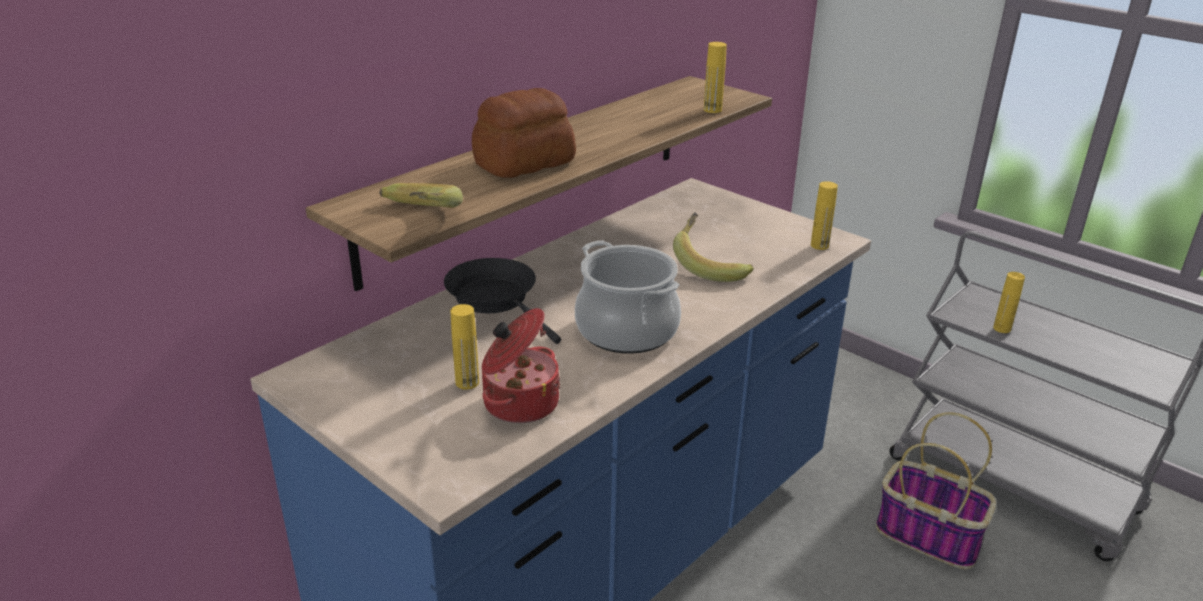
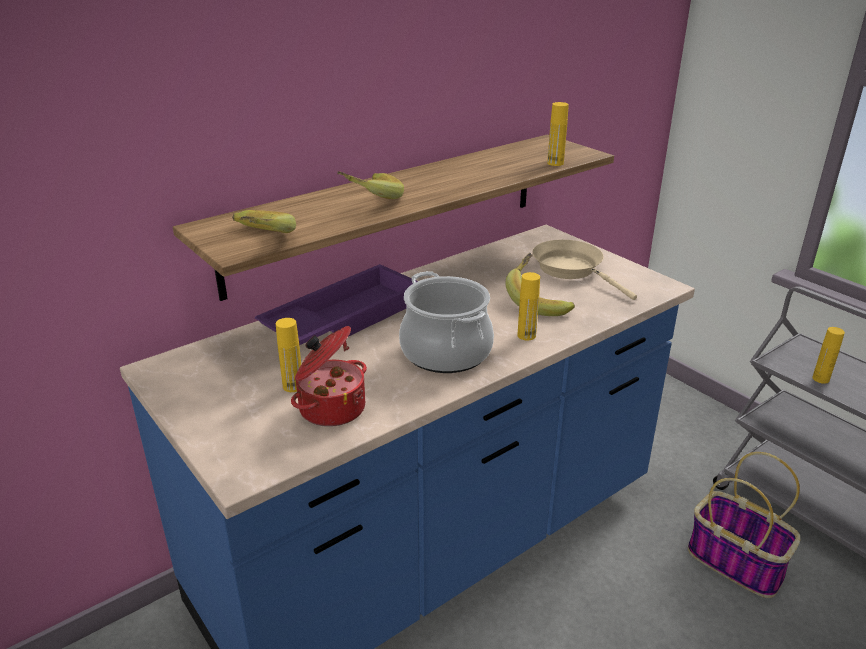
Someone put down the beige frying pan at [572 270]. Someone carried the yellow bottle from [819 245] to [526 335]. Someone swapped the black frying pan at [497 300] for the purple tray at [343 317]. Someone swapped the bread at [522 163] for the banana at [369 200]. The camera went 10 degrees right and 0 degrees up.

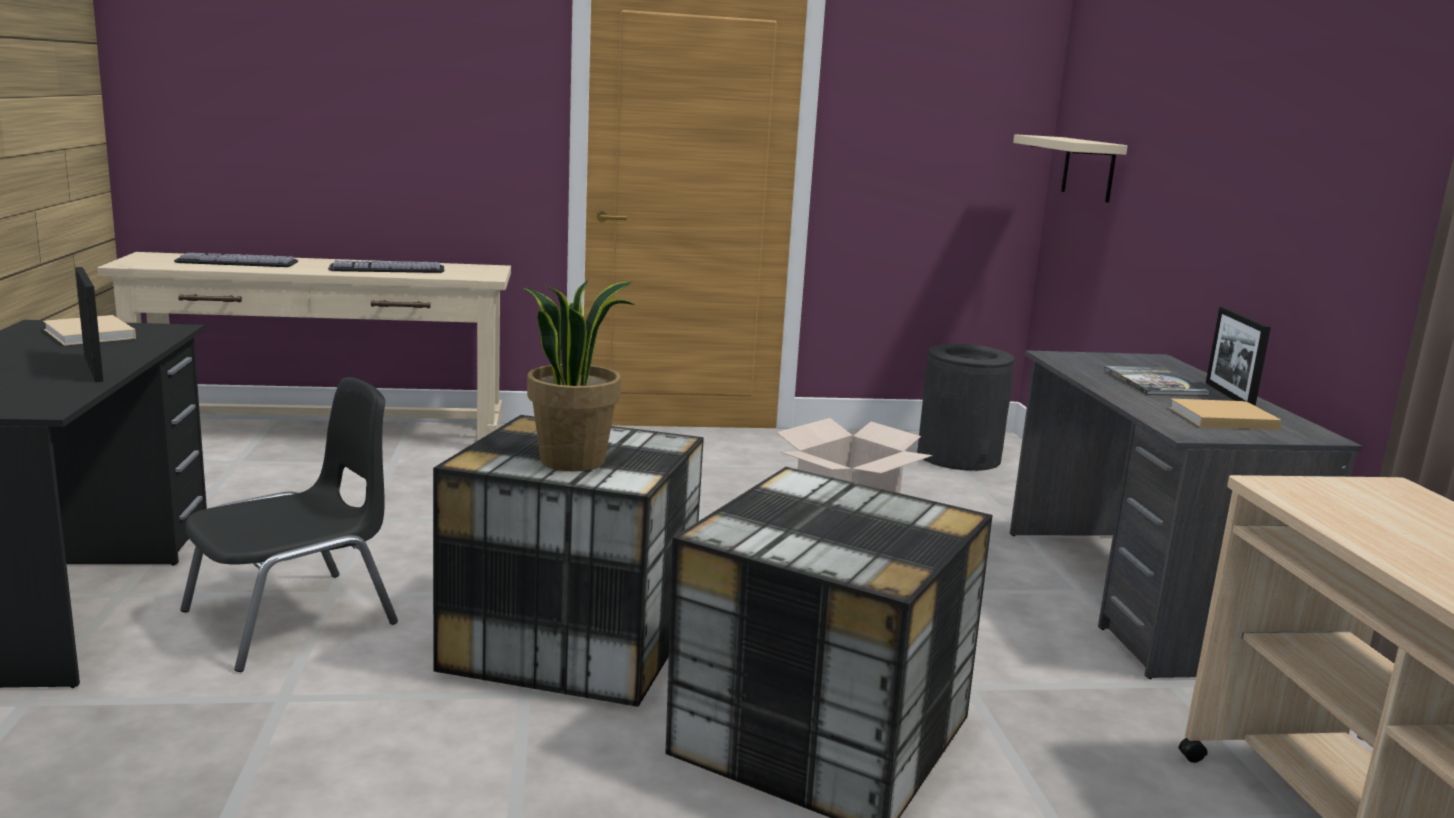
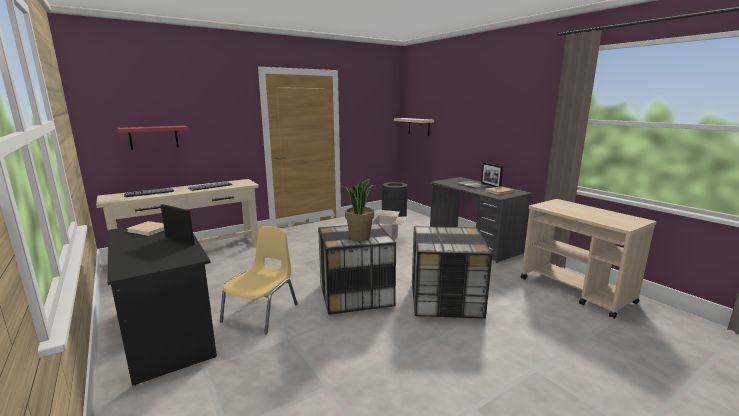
Someone put up the red shelf at [154 137]. Someone repainted the black chair at [294 618], which became the yellow chair at [262 313]. The camera went 25 degrees left and 0 degrees up.

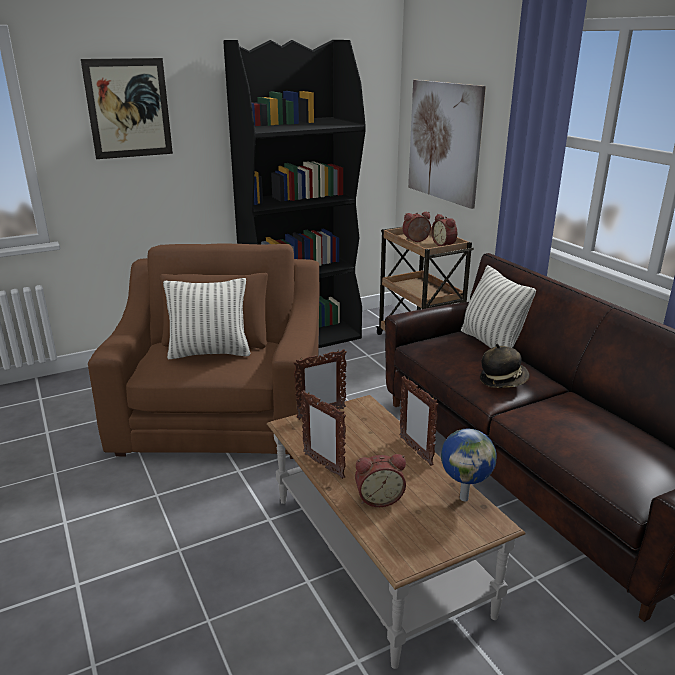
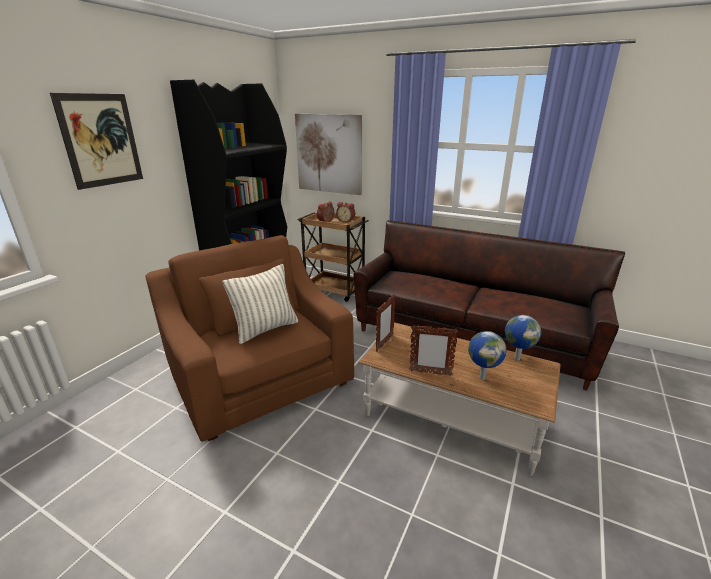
Someone took away the picture frame at [415 451]. Someone took away the pillow at [491 344]. Someone took away the hat at [503 380]. Someone swapped the alarm clock at [378 498] for the globe at [482 377]. The camera went 35 degrees left and 0 degrees up.

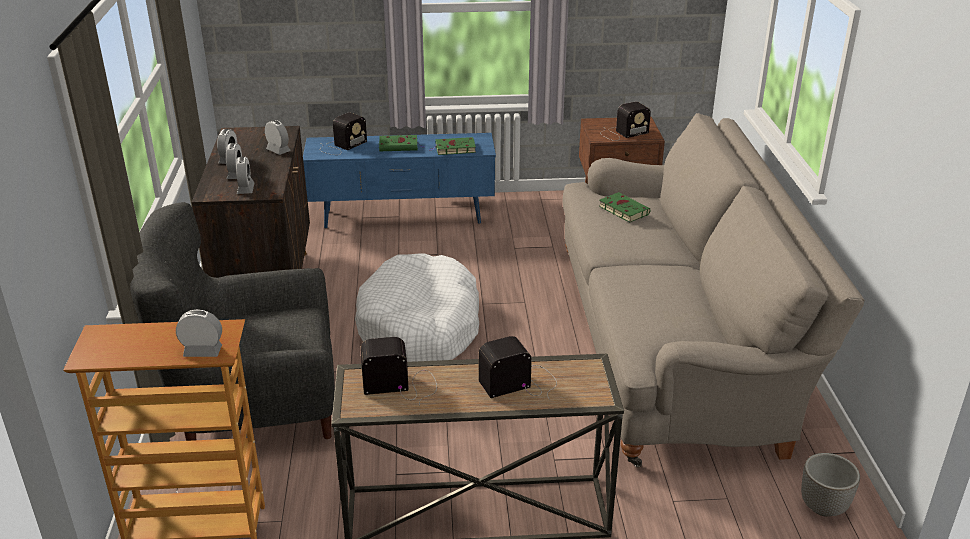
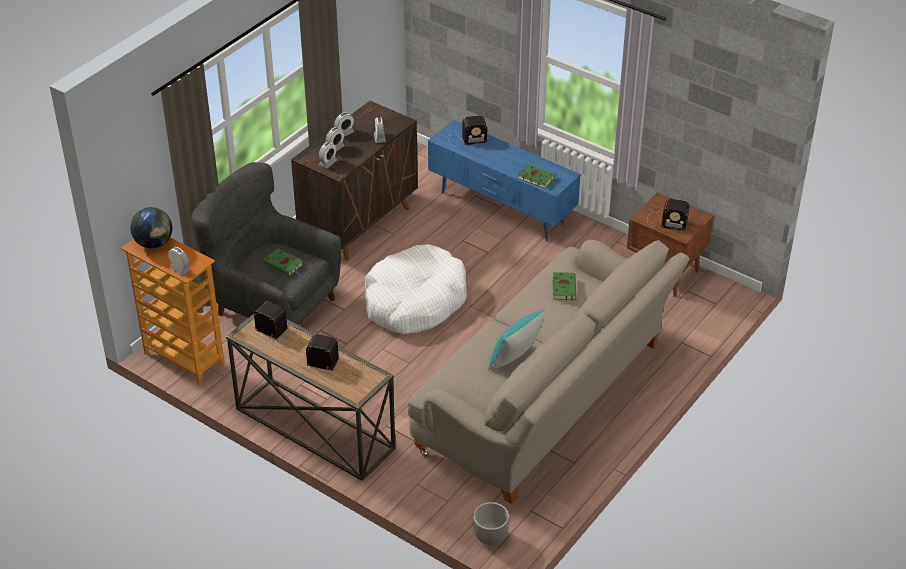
Someone put down the globe at [154 243]. Someone put down the turquoise pillow at [515 360]. Someone carried the green book from [399 146] to [284 264]. The camera went 40 degrees right and 10 degrees up.

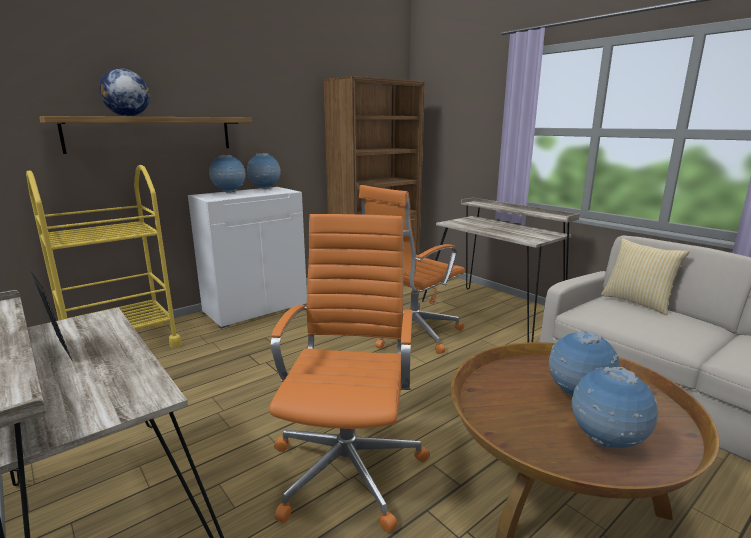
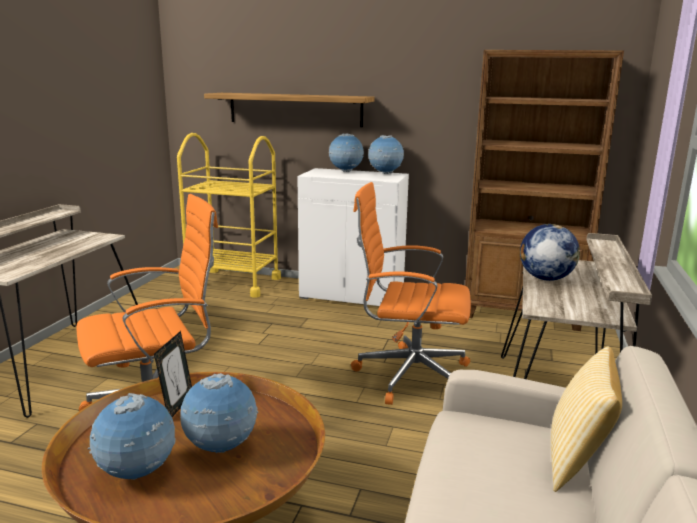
Someone carried the picture frame from [60 352] to [177 406]. Someone carried the globe from [128 116] to [545 278]. The camera went 55 degrees right and 0 degrees up.

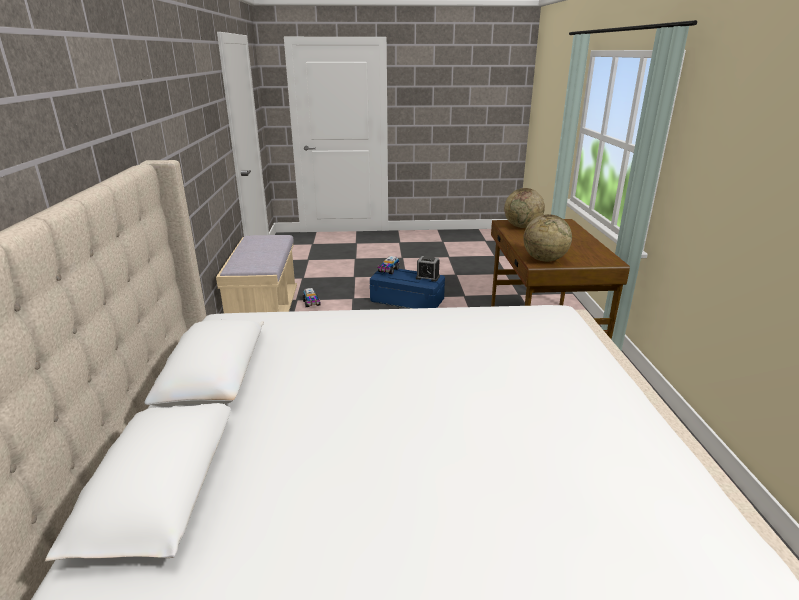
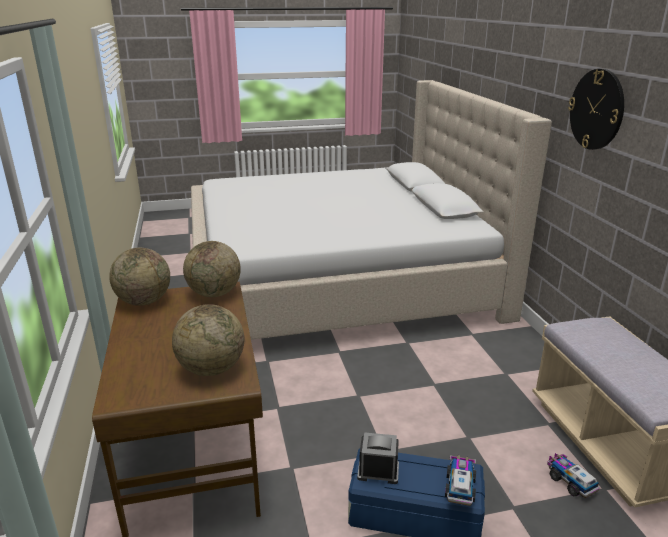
Someone put down the globe at [144 301]. Someone put up the wall clock at [596 109]. The camera went 170 degrees right and 0 degrees up.

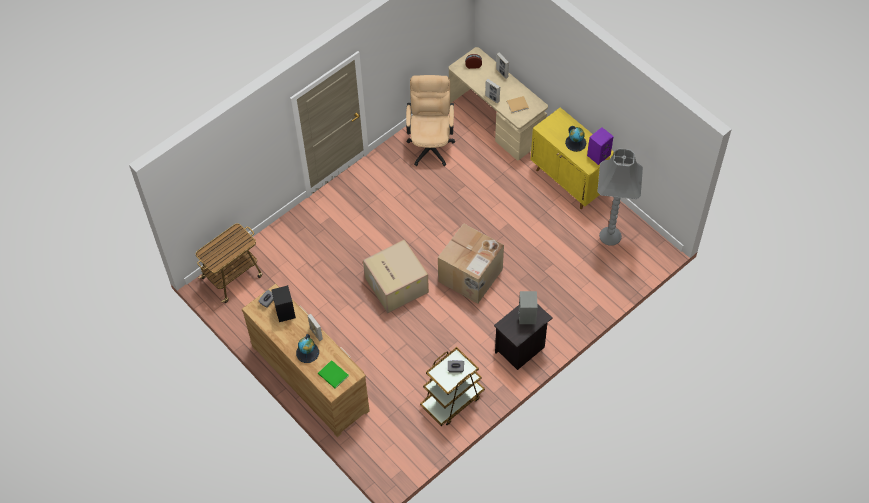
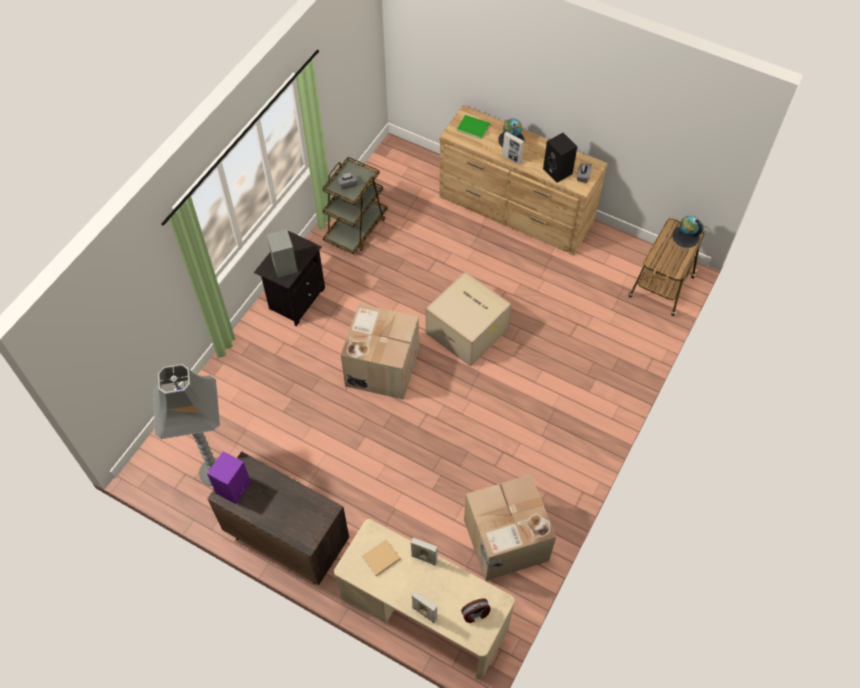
Someone carried the globe from [575 143] to [685 236]. Someone swapped the beige office chair at [431 143] for the cardboard box at [505 541]. Someone repainted the yellow cabinet at [570 181], which became the brown cabinet at [287 540]. The camera went 160 degrees right and 0 degrees up.

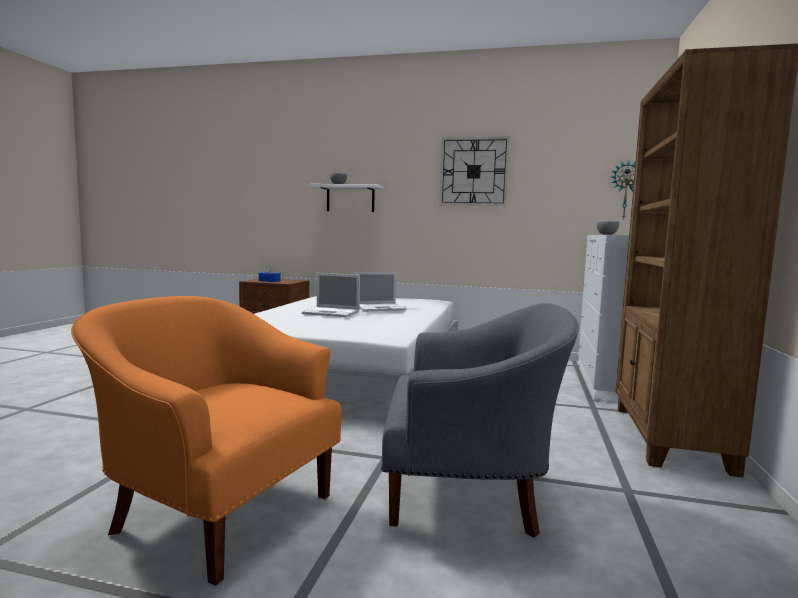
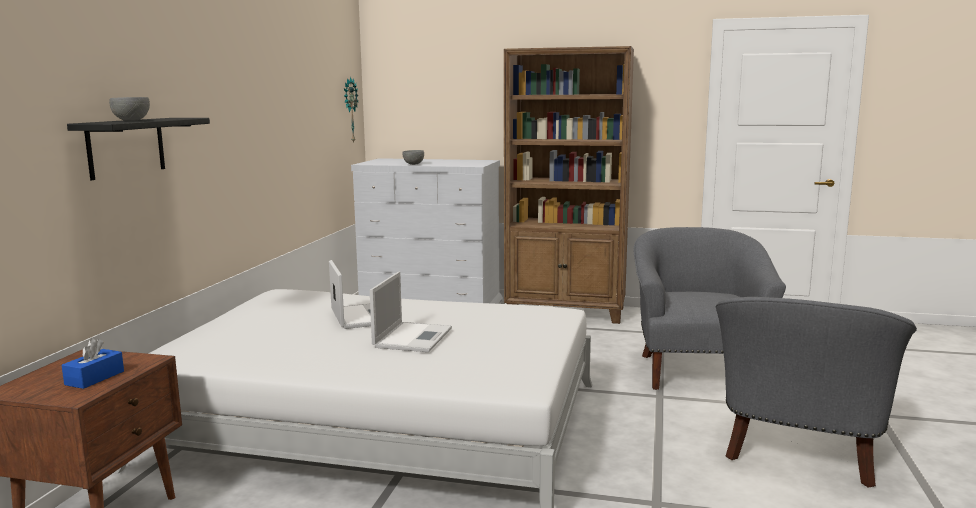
Someone took away the wall clock at [473 171]. Someone repainted the orange armchair at [219 511], which became the grey armchair at [799 450]. Someone repainted the white shelf at [350 198], which became the black shelf at [126 147]. The camera went 90 degrees left and 5 degrees up.

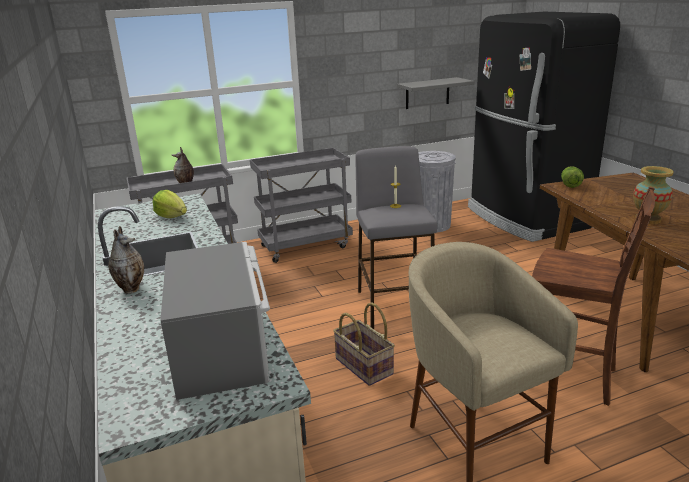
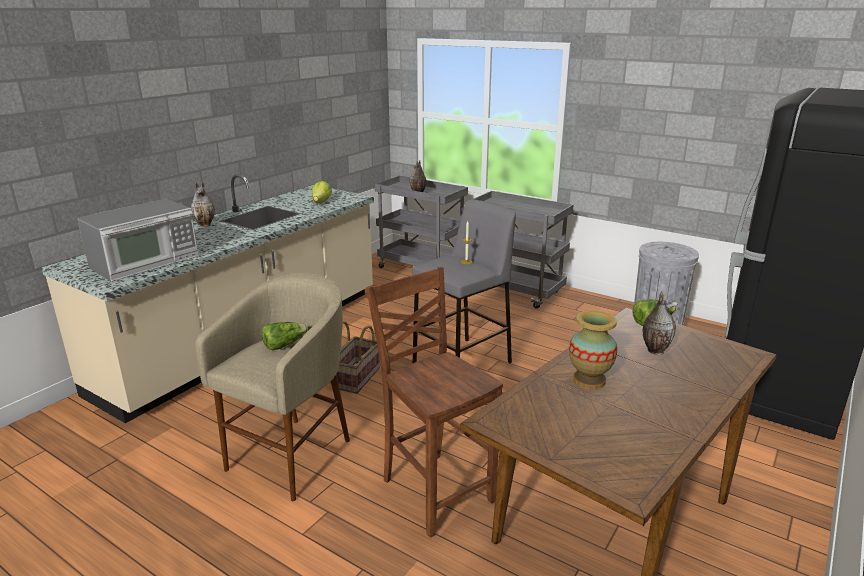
Someone took away the grey shelf at [427 93]. Someone put down the lettuce at [284 345]. Someone put down the vase at [654 350]. Someone rotated the brown chair at [570 377] by 150 degrees clockwise. The camera went 55 degrees right and 0 degrees up.

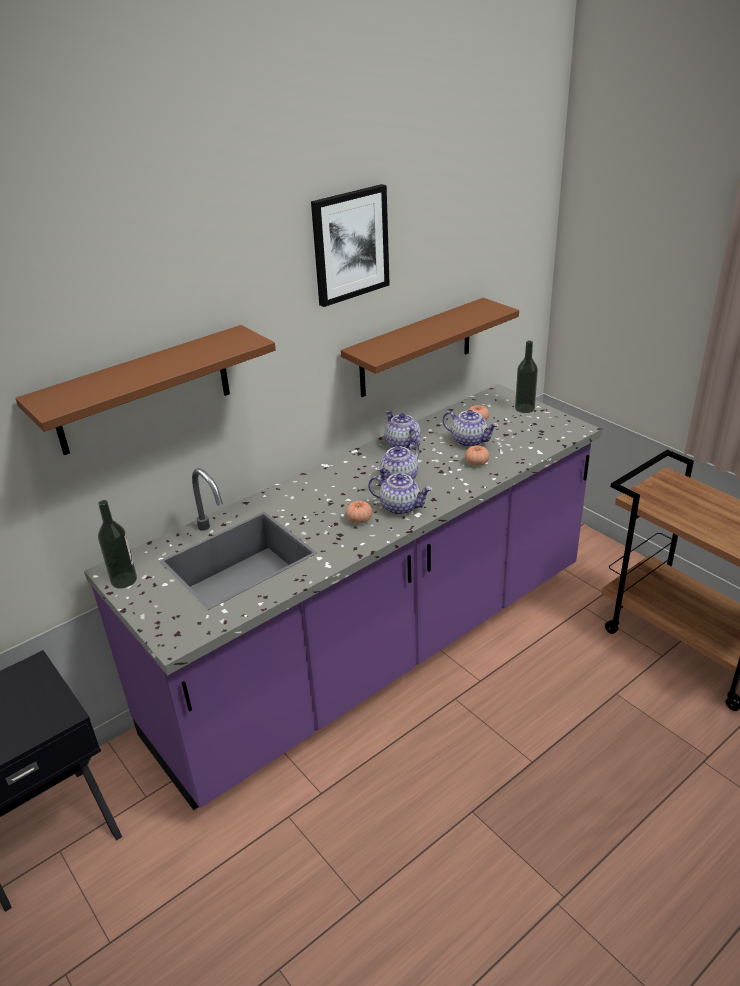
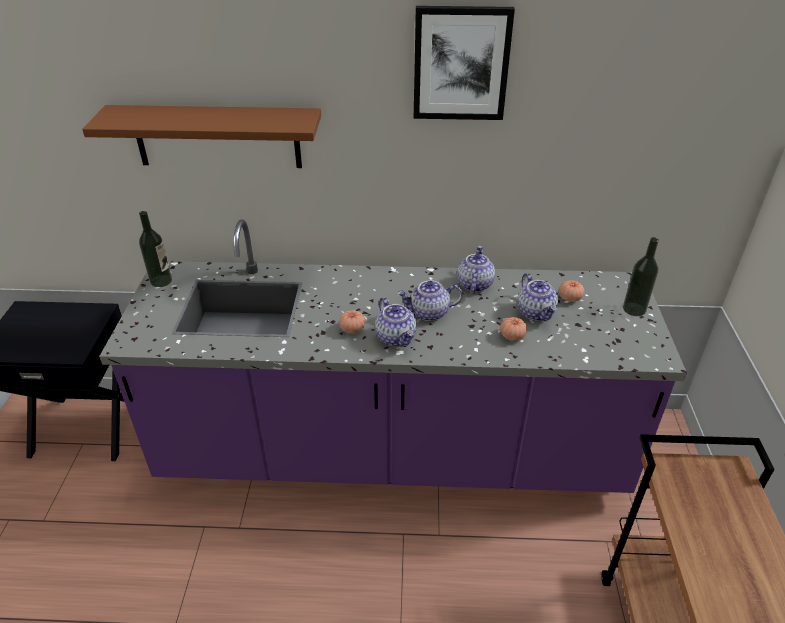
Someone took away the brown shelf at [416 348]. The camera went 40 degrees right and 5 degrees up.

